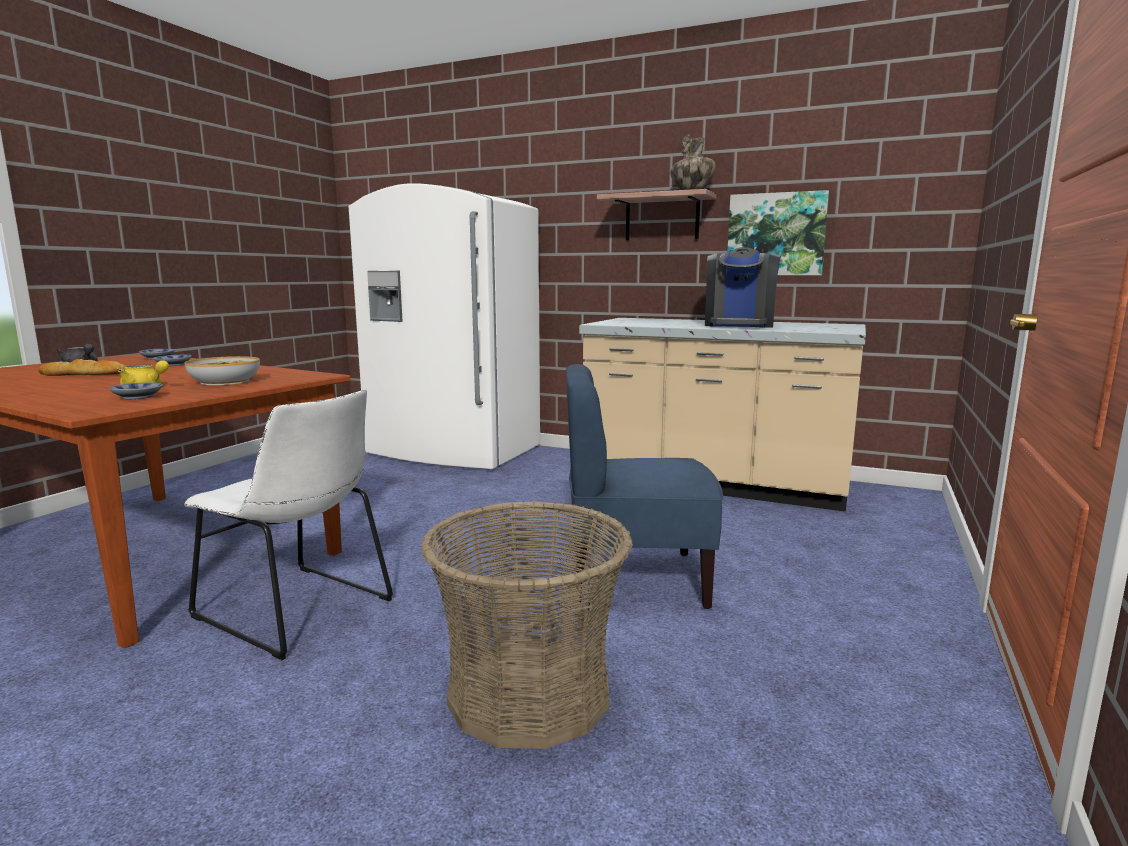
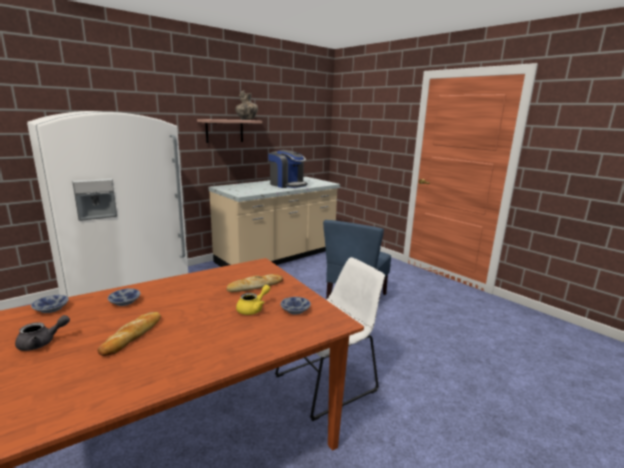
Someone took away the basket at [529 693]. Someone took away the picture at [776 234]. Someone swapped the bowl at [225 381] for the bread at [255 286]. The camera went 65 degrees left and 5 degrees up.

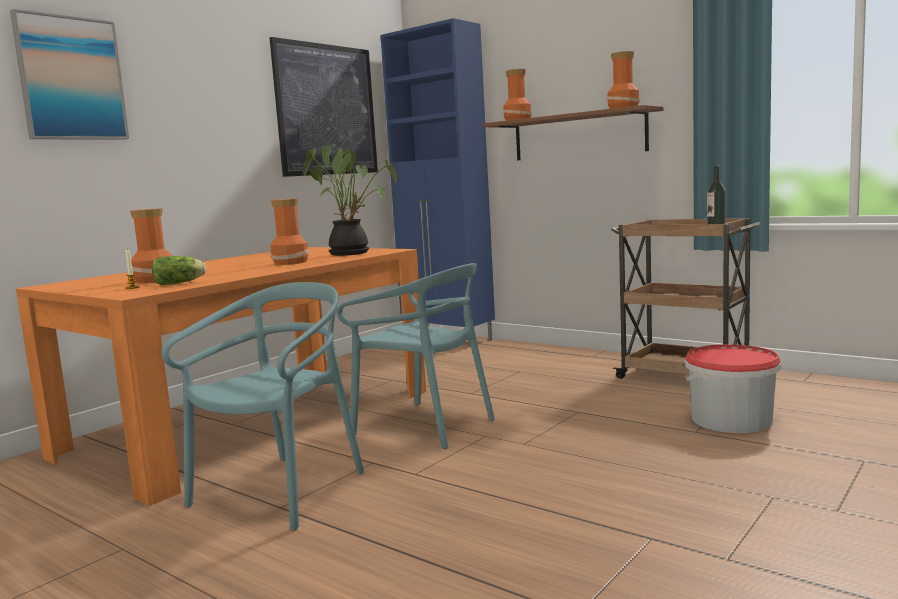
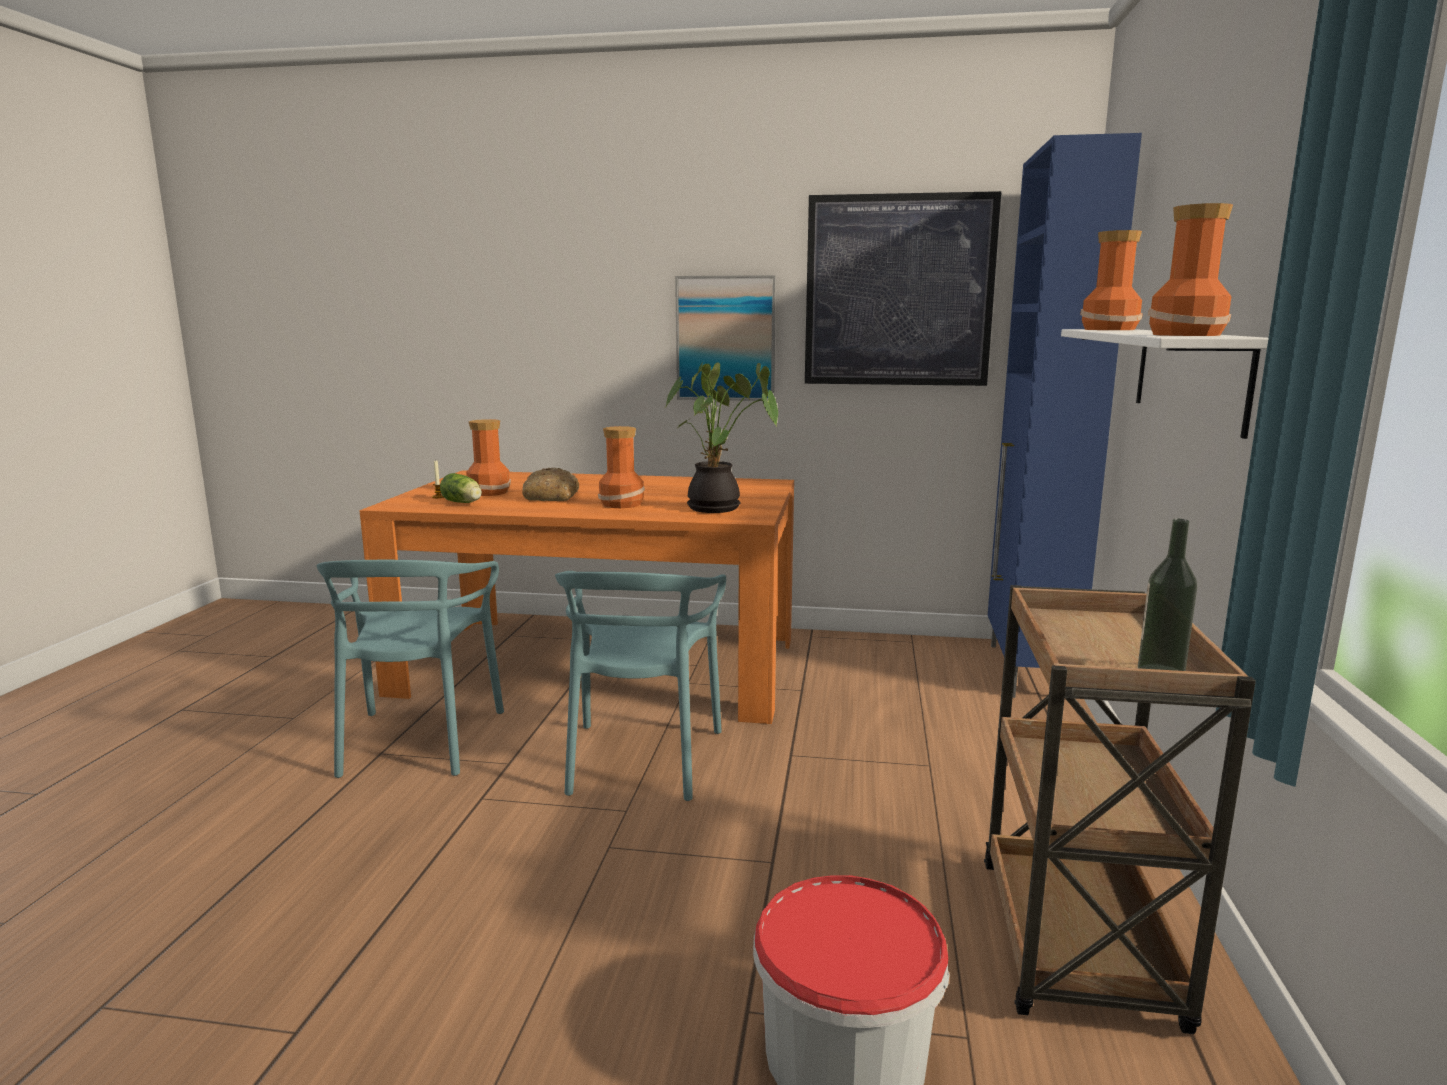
Someone put down the bread at [551 496]. Someone carried the picture from [71 79] to [726 338]. Someone repainted the brown shelf at [578 136], which became the white shelf at [1189 375]. Someone rotated the turquoise chair at [281 491] by 90 degrees clockwise. The camera went 60 degrees right and 5 degrees up.

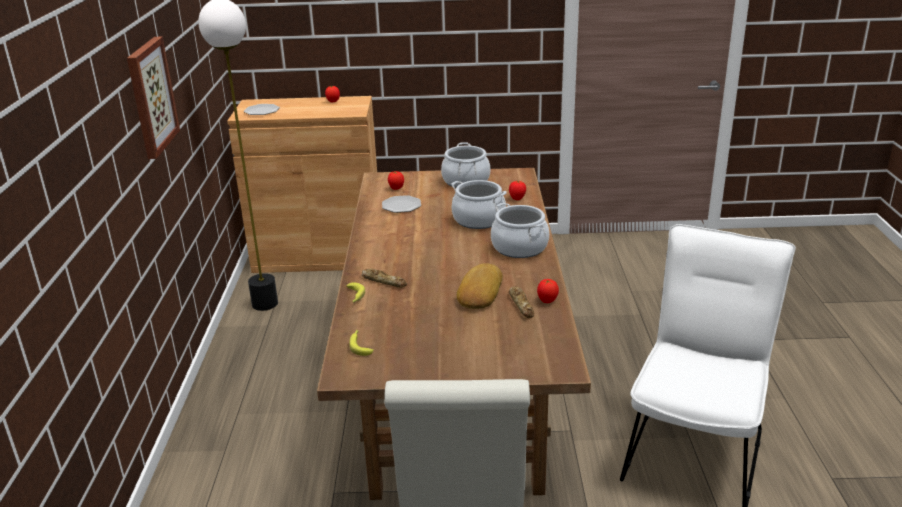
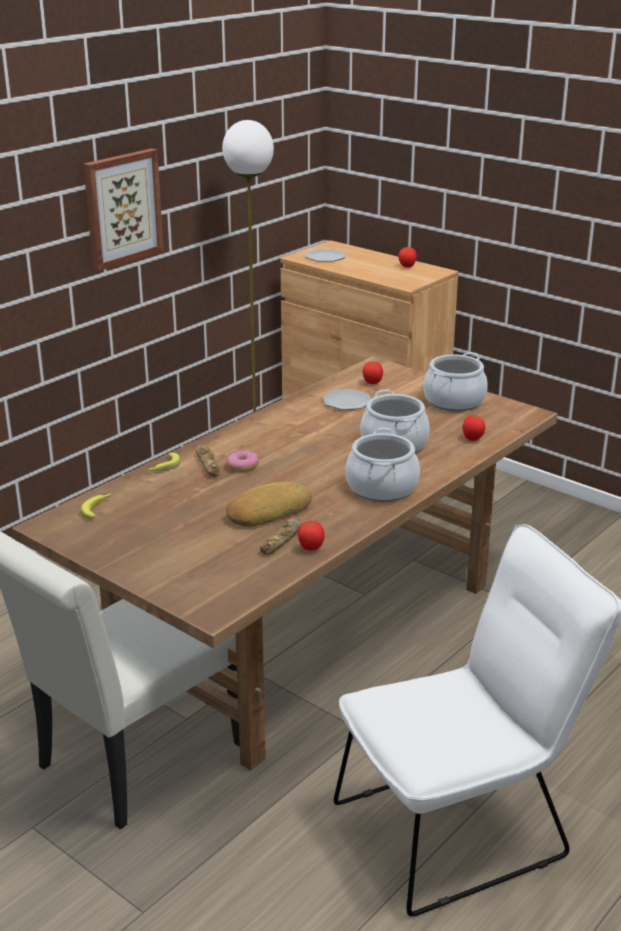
Someone put down the donut at [242 466]. The camera went 40 degrees right and 0 degrees up.

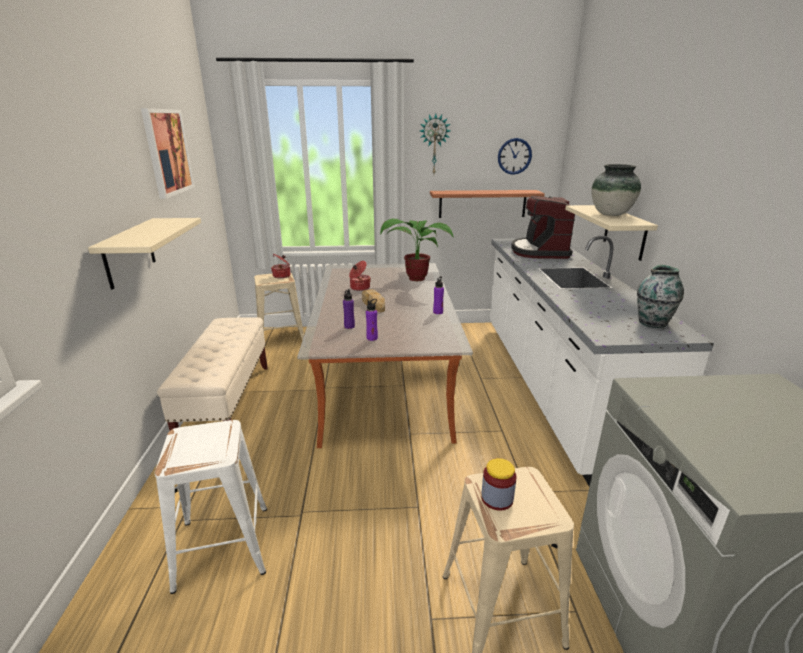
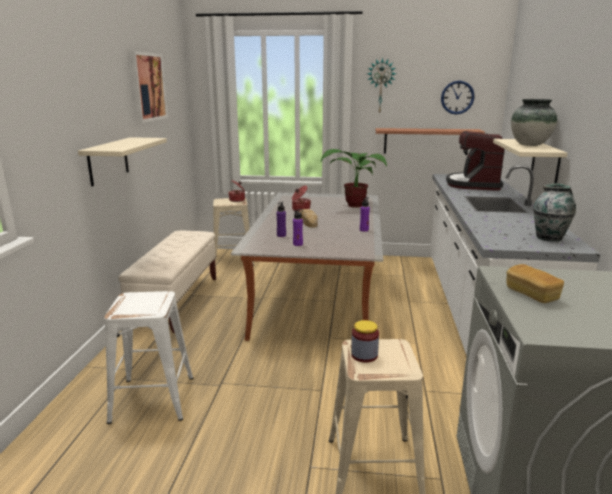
Someone put down the bread at [531 294]. The camera went 10 degrees right and 5 degrees down.

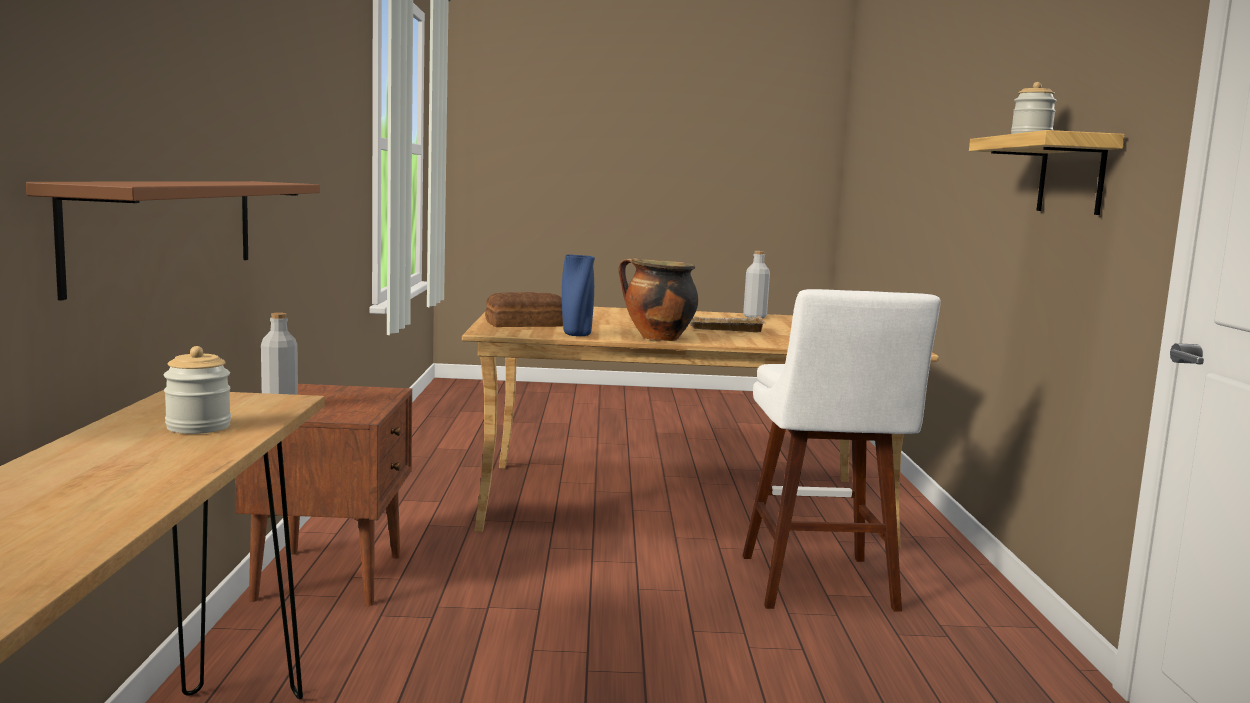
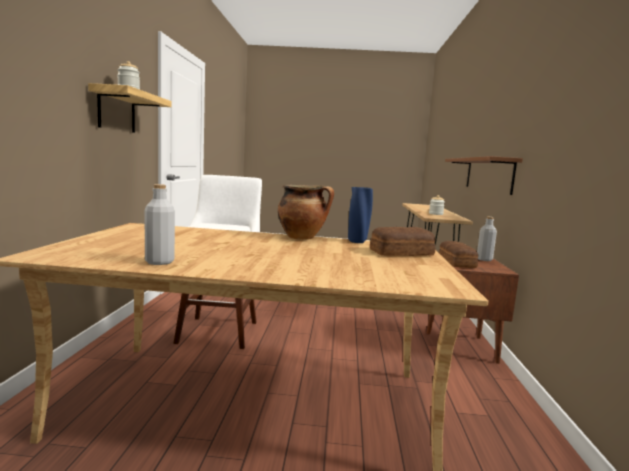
Someone took away the beige tray at [724 329]. Someone put down the bread at [456 262]. The camera went 175 degrees left and 0 degrees up.

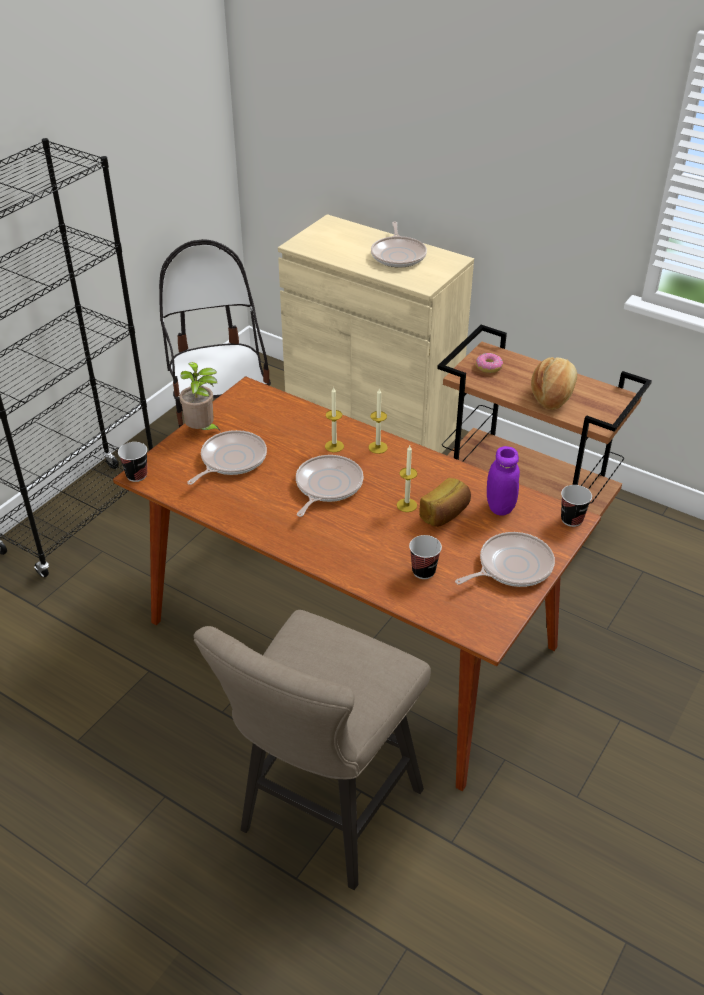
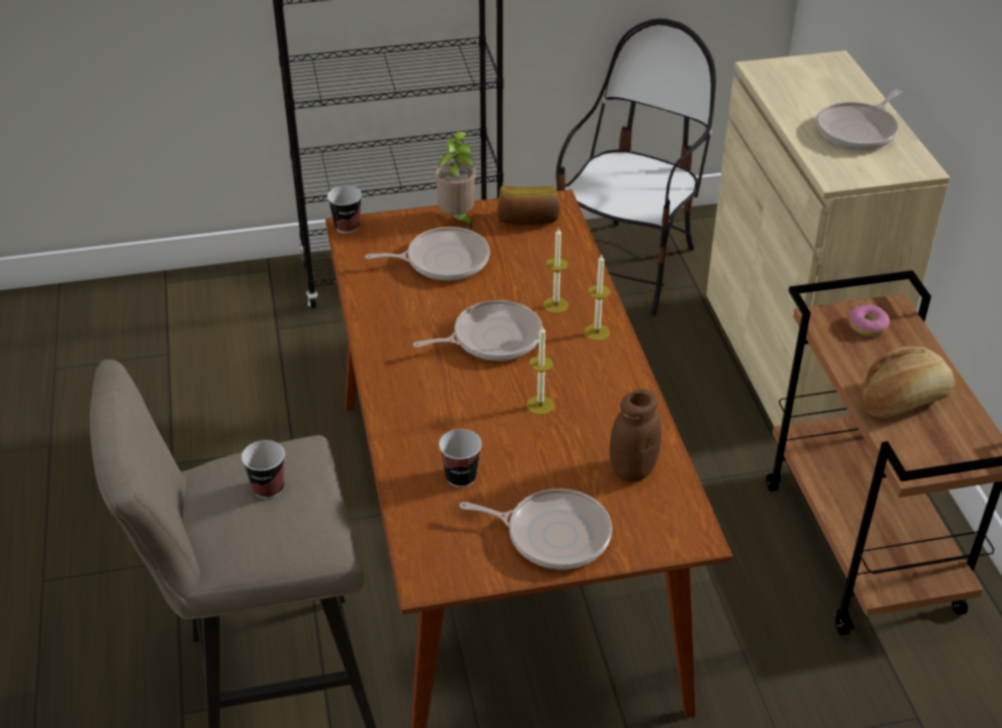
Someone carried the bread from [445 514] to [527 220]. Someone carried the cup from [571 519] to [268 488]. Someone repainted the purple jar at [500 507], which became the brown jar at [632 470]. The camera went 45 degrees right and 0 degrees up.

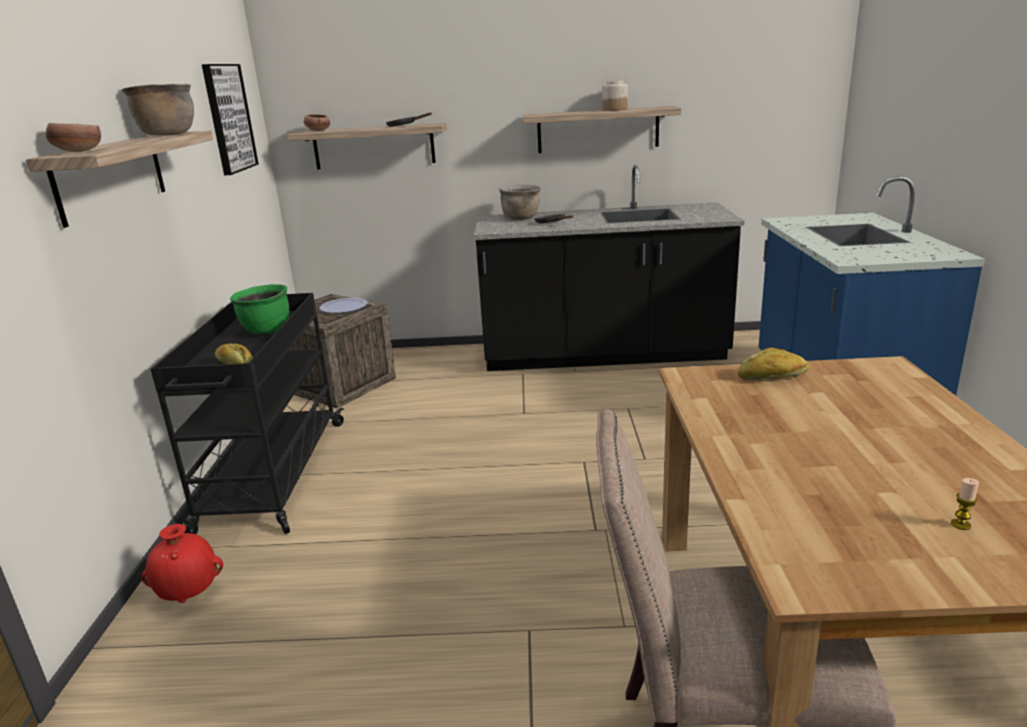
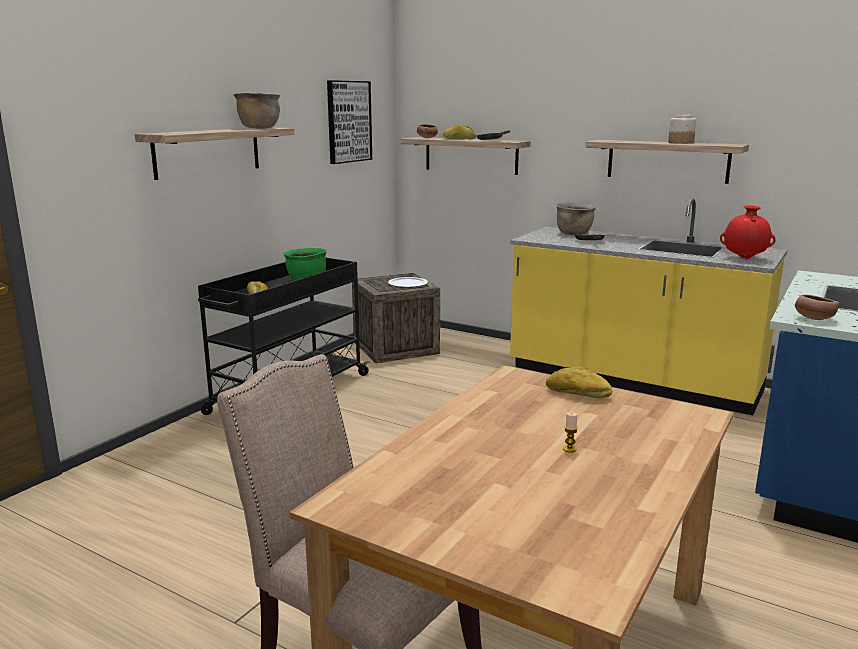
Someone put down the bread at [459 139]. Someone carried the bowl from [77 152] to [813 319]. Someone carried the red vase from [190 595] to [745 258]. Someone carried the candle from [960 524] to [569 449]. Someone repainted the black counter at [603 355], which became the yellow counter at [632 380]. The camera went 30 degrees right and 5 degrees down.

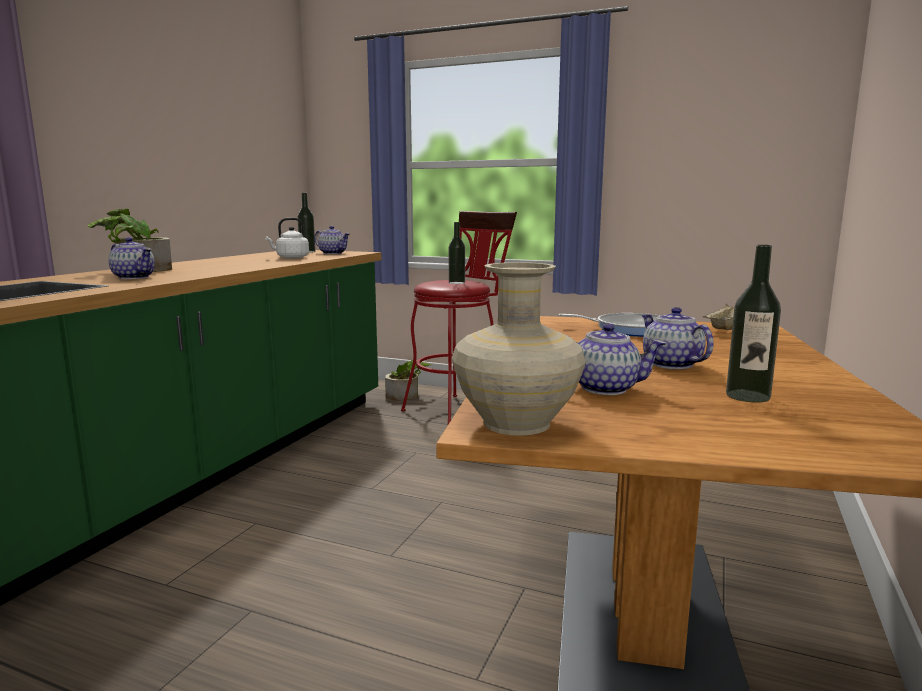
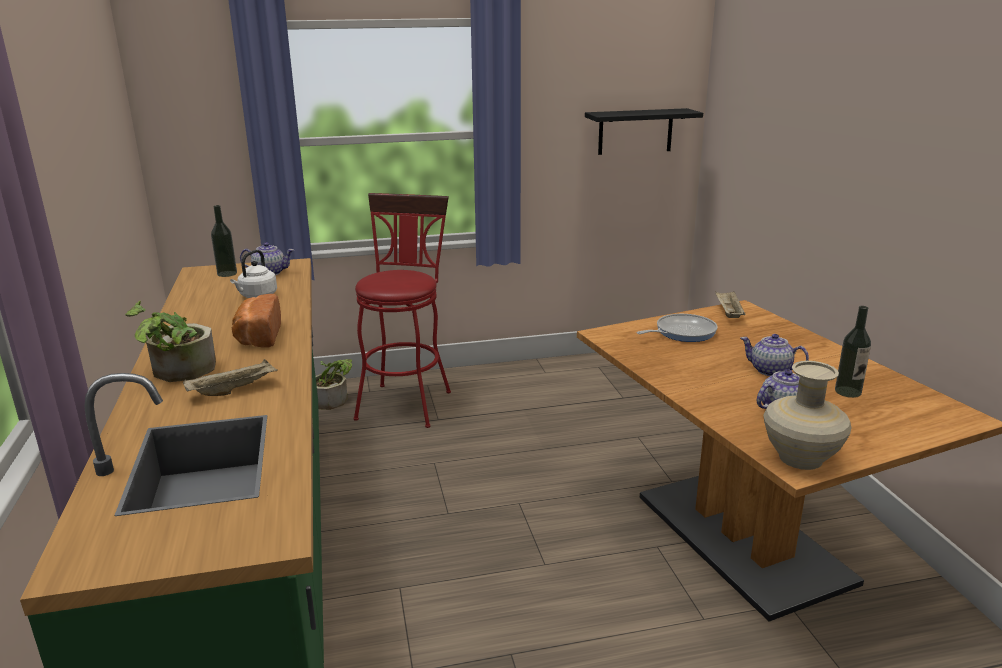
Someone took away the bottle at [456 283]. Someone put down the bread at [257 337]. Someone put up the black shelf at [635 131]. Someone swapped the teapot at [134 277] for the beige tray at [234 390]. The camera went 35 degrees left and 10 degrees up.

